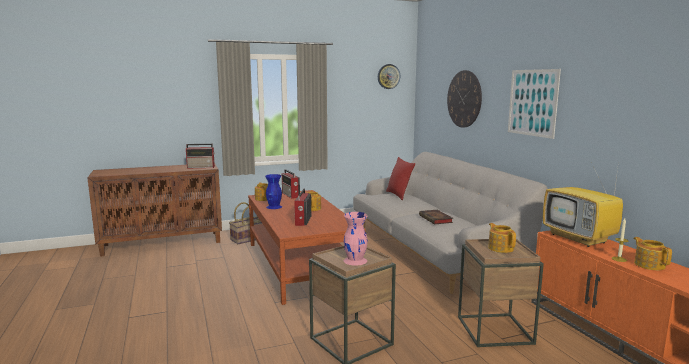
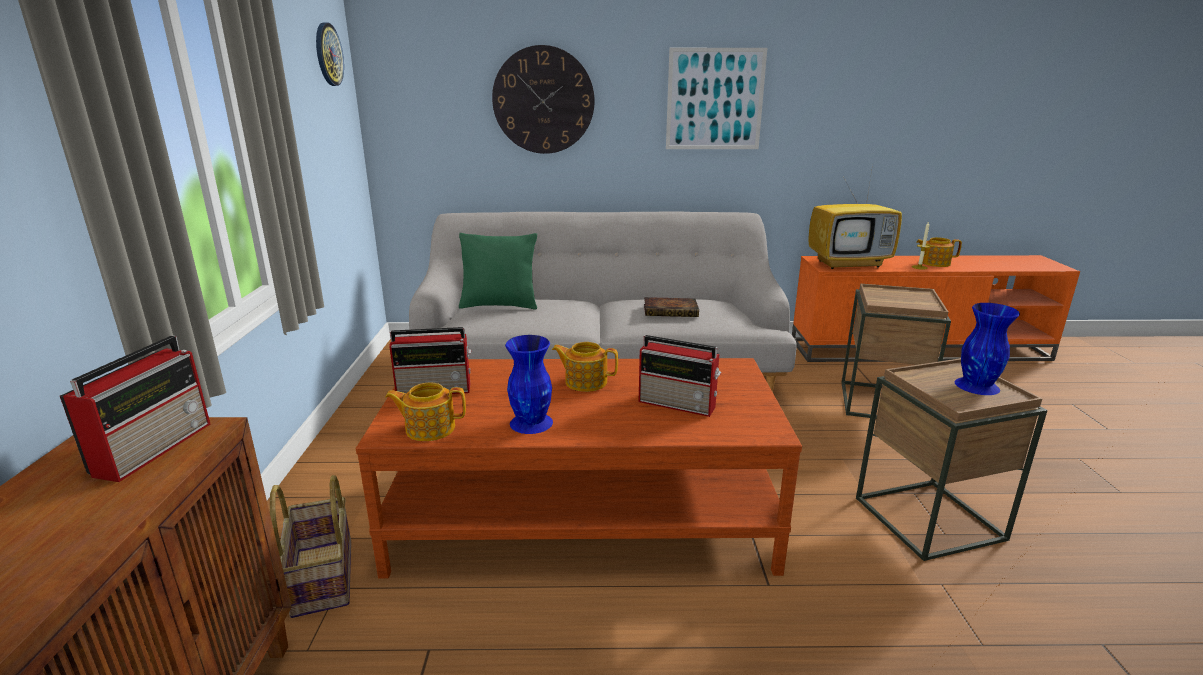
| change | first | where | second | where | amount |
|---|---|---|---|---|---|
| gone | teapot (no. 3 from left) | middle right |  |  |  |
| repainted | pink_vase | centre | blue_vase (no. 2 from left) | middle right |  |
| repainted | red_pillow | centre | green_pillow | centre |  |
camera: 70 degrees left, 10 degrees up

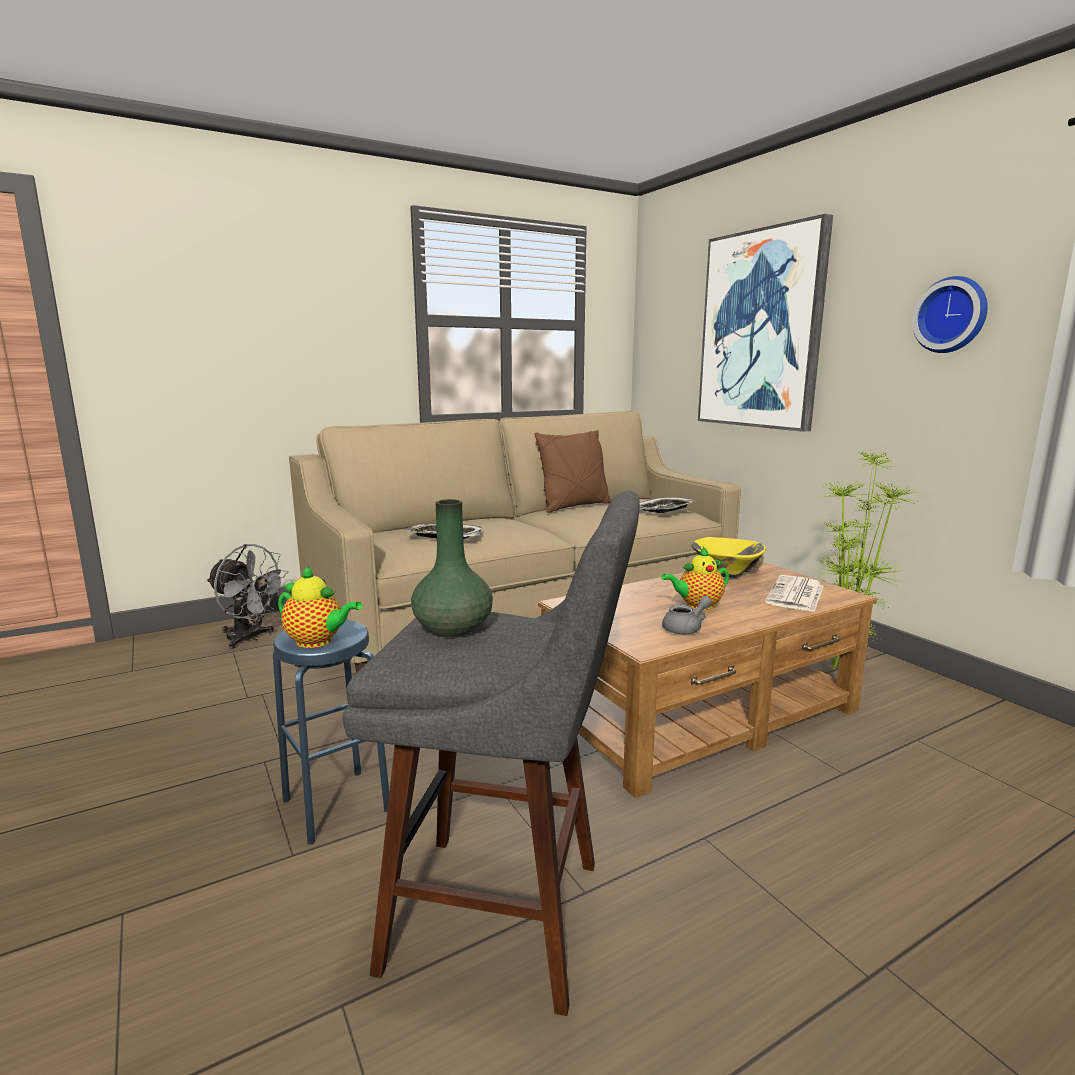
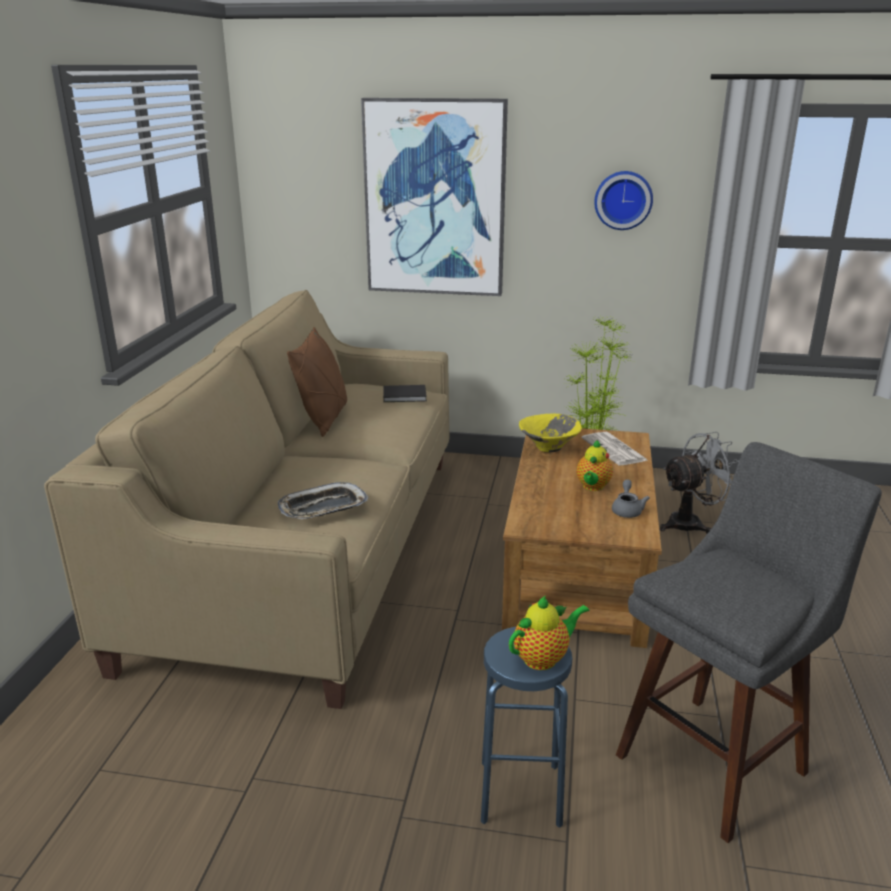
| change | first | where | second | where | amount |
|---|---|---|---|---|---|
| gone | green_vase | centre |  |  |  |
| shifted | grey_fan | middle left |  | middle right |  |
| swapped | tray (no. 2 from left) | centre | black_book | centre |  |
camera: 50 degrees left, 10 degrees up

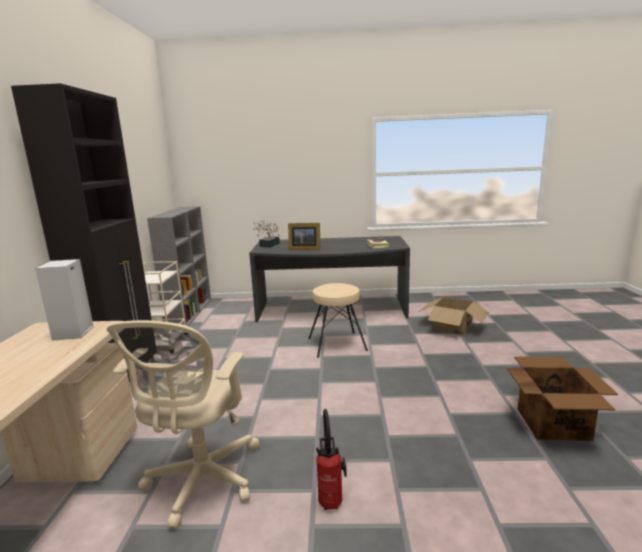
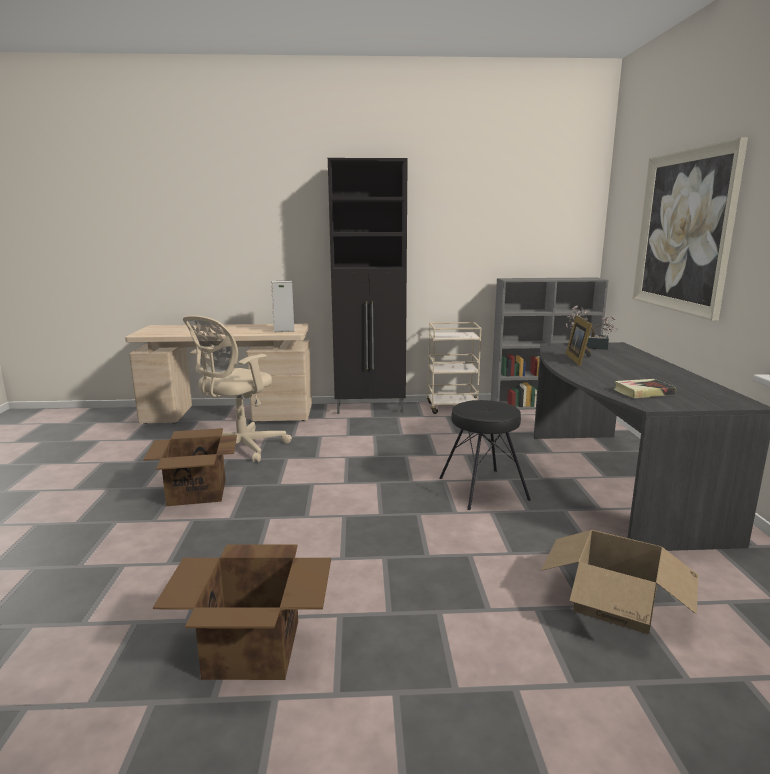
| change | first | where | second | where | amount |
|---|---|---|---|---|---|
| new |  |  | picture | top right |  |
| swapped | fire_extinguisher | bottom centre | cardboard_box (no. 1 from left) | middle left |  |
| repainted | beige_stool | centre | black_stool | centre |  |
| rotated | beige_office_chair | bottom left |  | middle left | 60 degrees counterclockwise |
camera: 85 degrees right, 0 degrees up

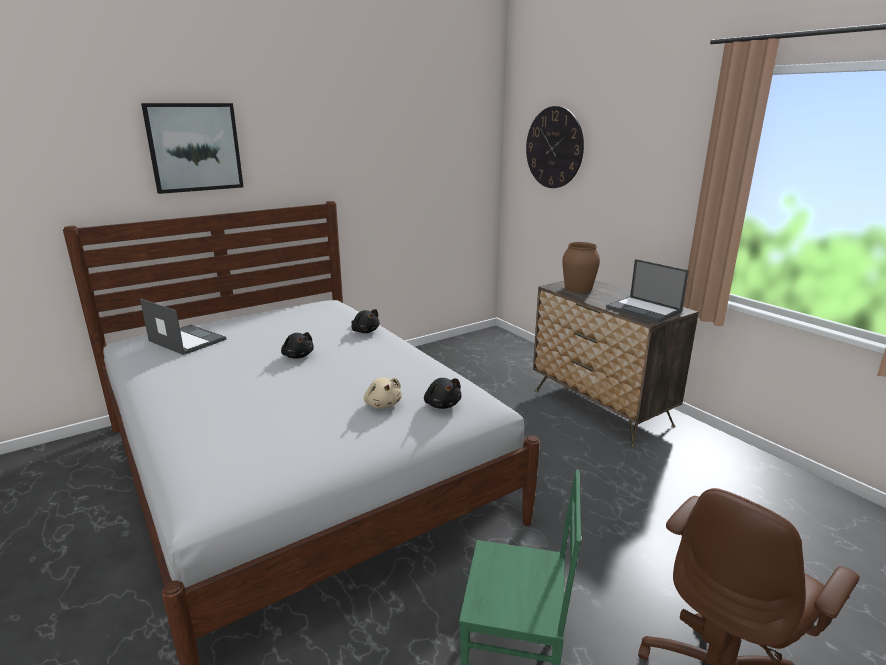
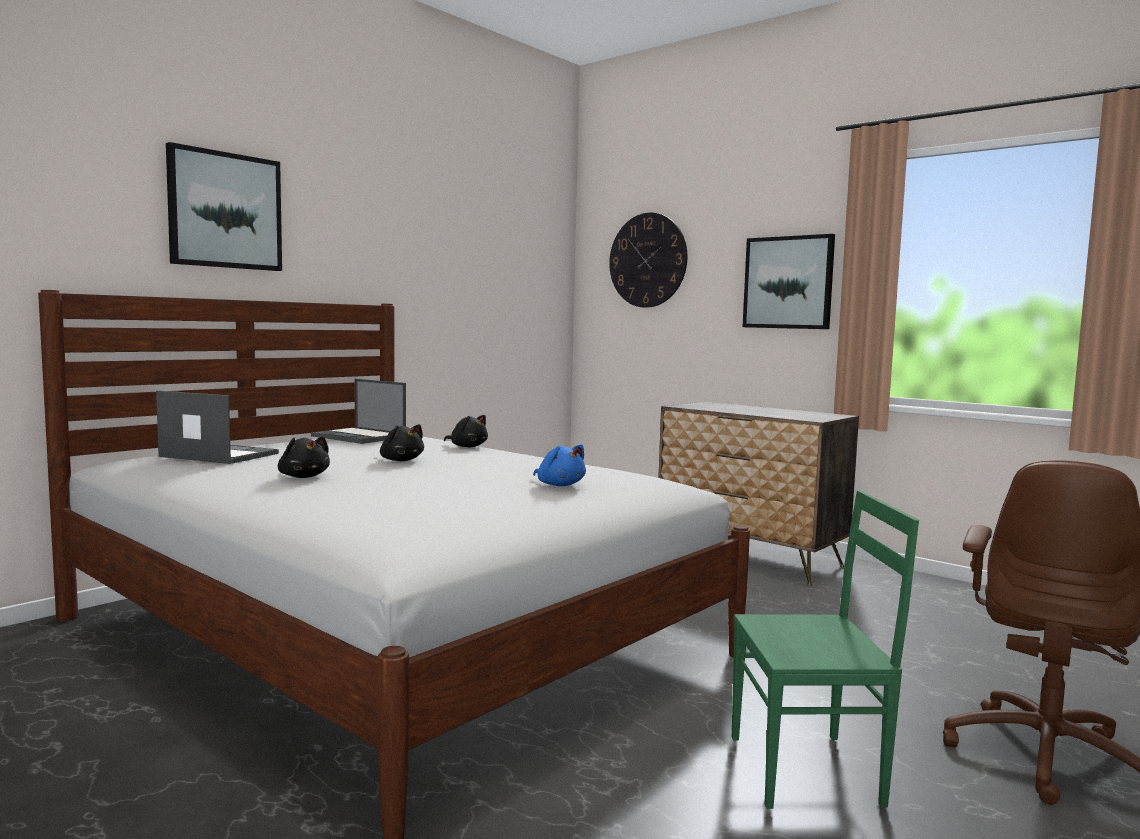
| change | first | where | second | where | amount |
|---|---|---|---|---|---|
| gone | brown_vase | centre |  |  |  |
| new |  |  | picture (no. 2 from left) | middle right |  |
| shifted | black_plush_toy (no. 3 from left in the first image) | centre | black_plush_toy (no. 1 from left) | middle left |  |
| shifted | laptop (no. 2 from left) | middle right |  | middle left |  |
| repainted | beige_plush_toy | centre | blue_plush_toy | centre |  |
camera: 15 degrees left, 15 degrees down

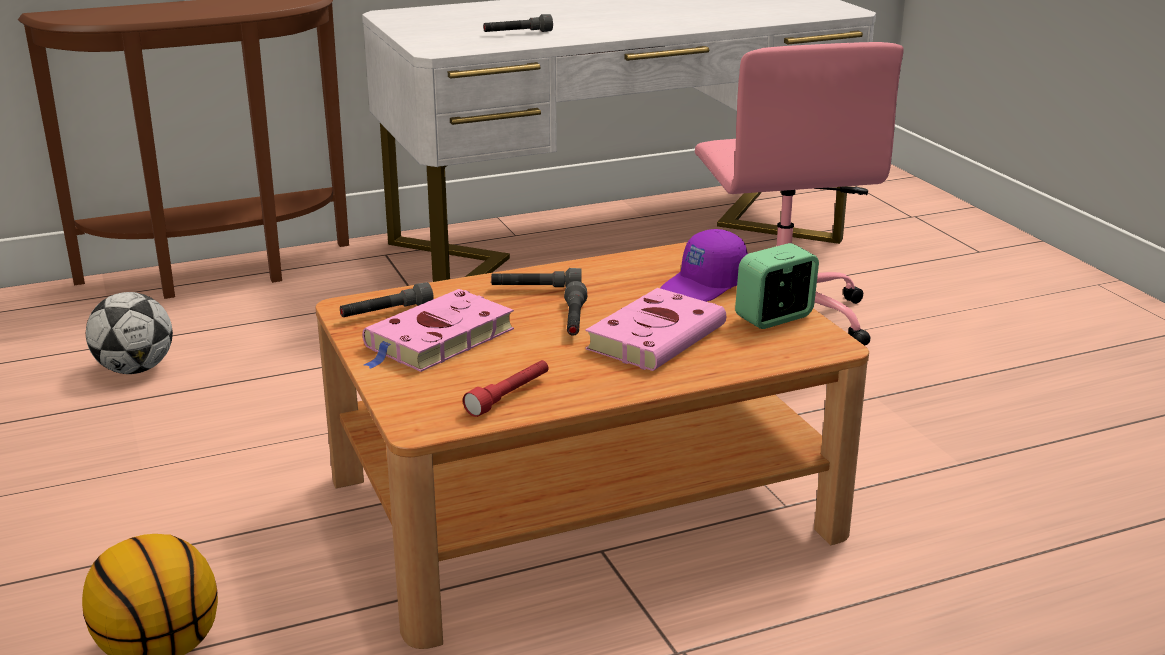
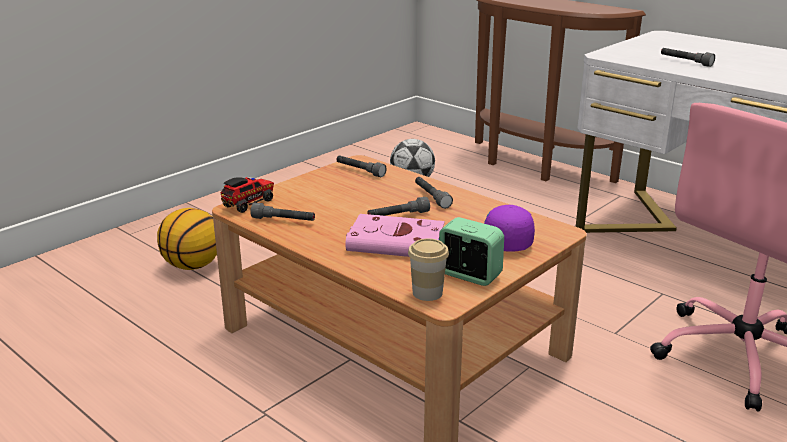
| change | first | where | second | where | amount |
|---|---|---|---|---|---|
| gone | pink_book (no. 1 from left) | centre |  |  |  |
| new |  |  | toy_truck | middle left |  |
| new |  |  | cup | centre |  |
| repainted | red_flashlight | centre | grey_flashlight (no. 1 from left) | centre |  |
camera: 65 degrees right, 0 degrees up

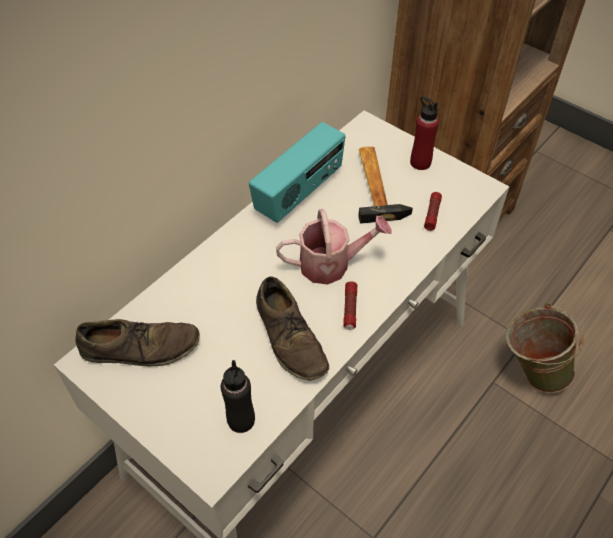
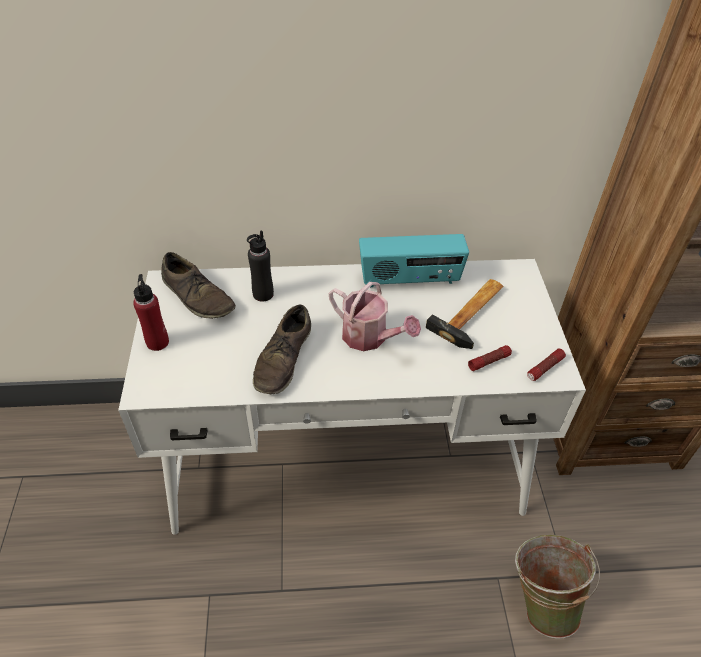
| change | first | where | second | where | amount |
|---|---|---|---|---|---|
| shifted | black_bottle | bottom centre |  | centre |  |
| shifted | flashlight (no. 1 from left in the first image) | centre | flashlight (no. 2 from left) | middle right |  |
| shifted | red_bottle | top right |  | middle left |  |
camera: 45 degrees right, 5 degrees down

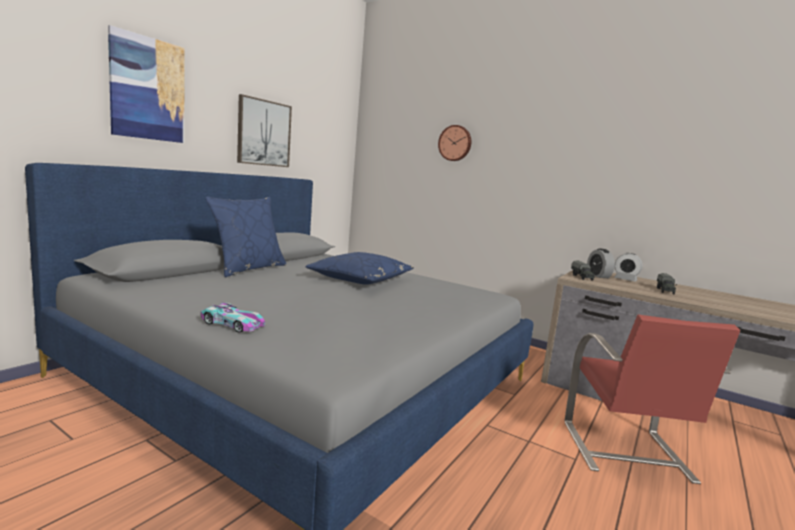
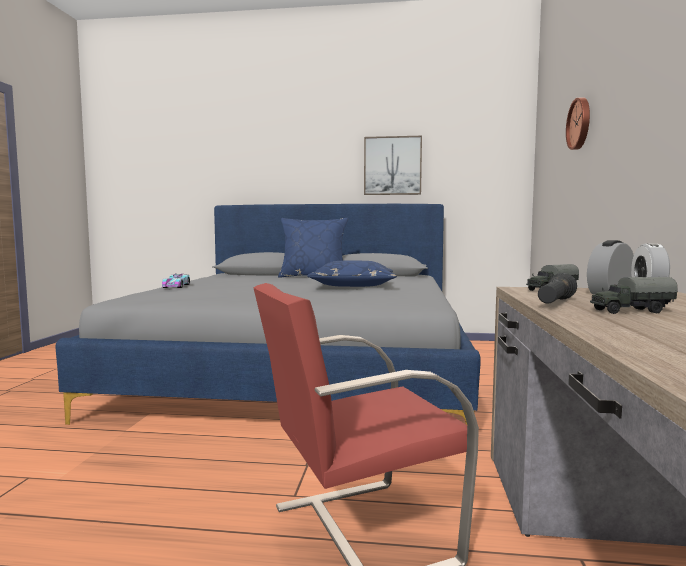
| change | first | where | second | where | amount |
|---|---|---|---|---|---|
| gone | picture (no. 1 from left) | top left |  |  |  |
| new |  |  | black_flashlight | middle right |  |
camera: 65 degrees right, 5 degrees down

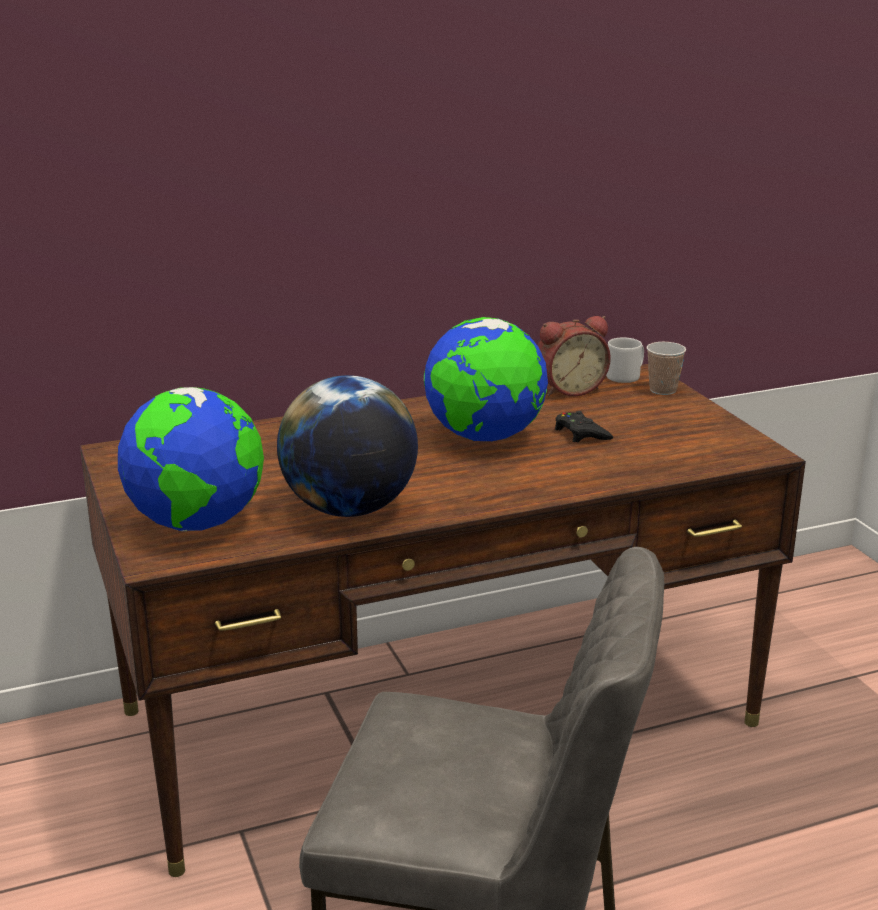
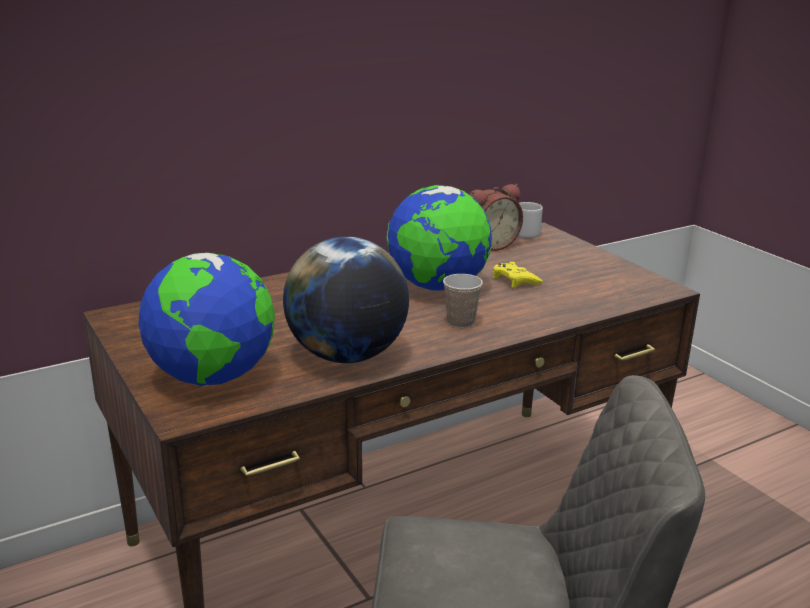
| change | first | where | second | where | amount |
|---|---|---|---|---|---|
| shifted | cup | middle right |  | centre |  |
| repainted | black_game_controller | centre | yellow_game_controller | centre |  |
camera: 10 degrees left, 0 degrees up

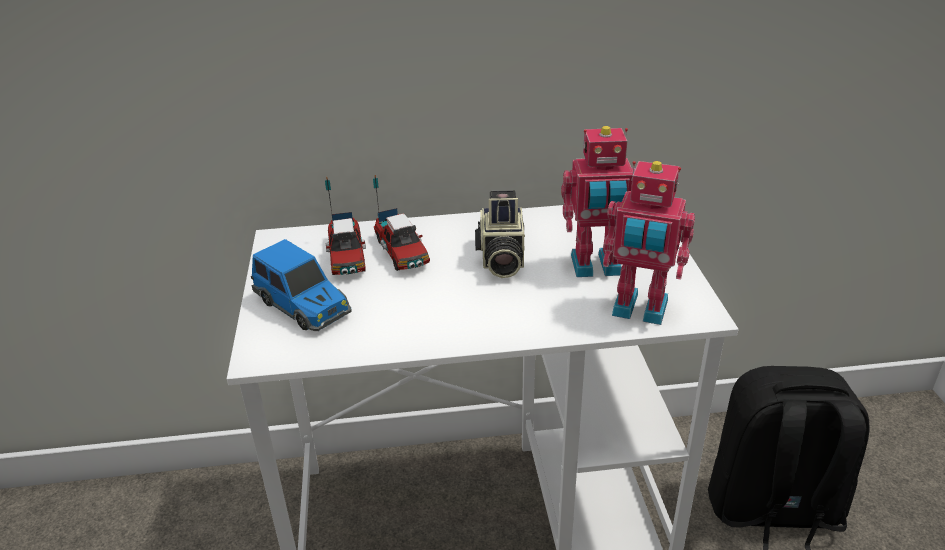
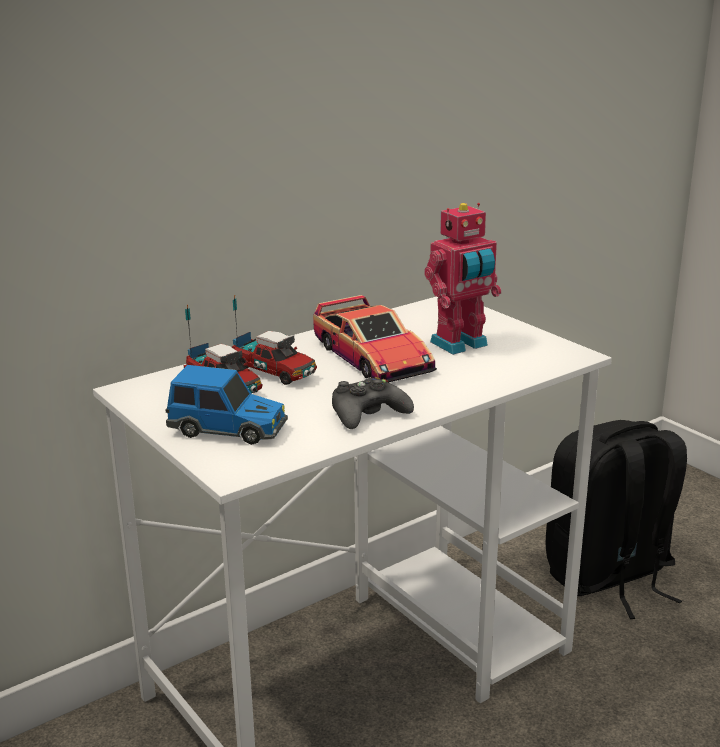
| change | first | where | second | where | amount |
|---|---|---|---|---|---|
| gone | toy_robot (no. 2 from left) | middle right |  |  |  |
| new |  |  | black_game_controller | centre |  |
| swapped | photo_camera | centre | toy_car (no. 2 from left) | centre |  |
camera: 30 degrees left, 10 degrees down

